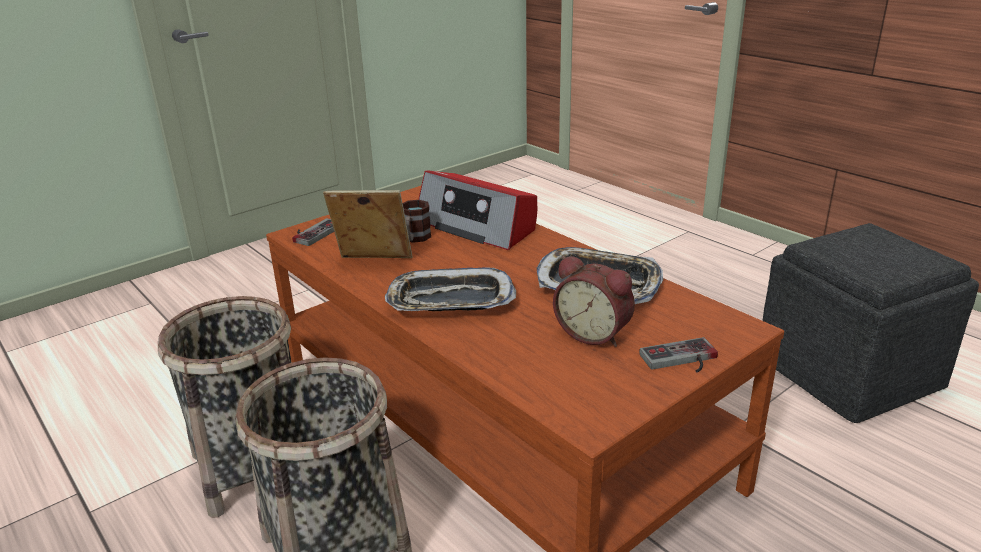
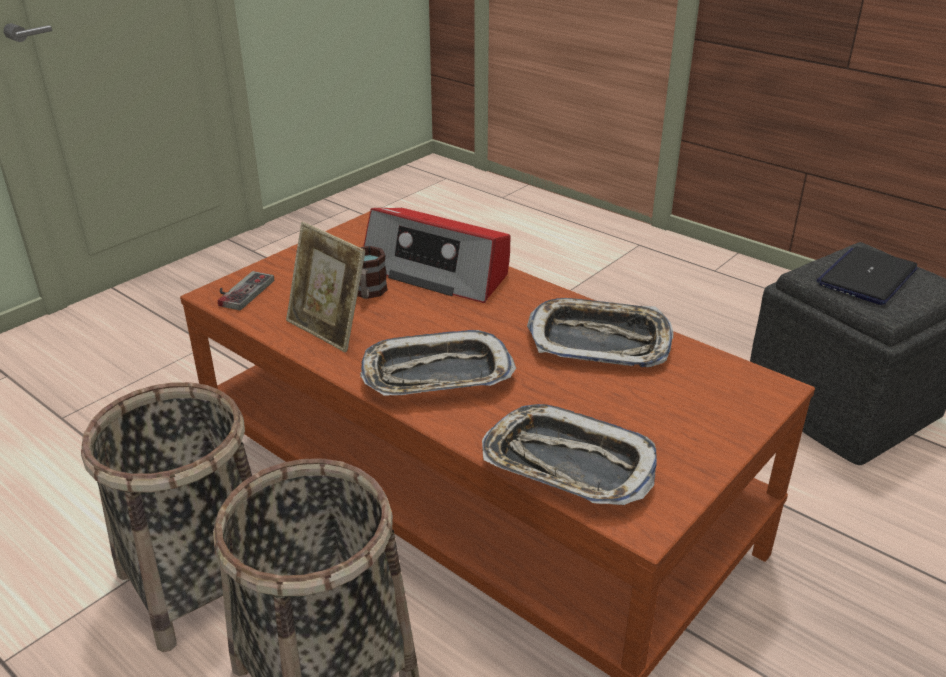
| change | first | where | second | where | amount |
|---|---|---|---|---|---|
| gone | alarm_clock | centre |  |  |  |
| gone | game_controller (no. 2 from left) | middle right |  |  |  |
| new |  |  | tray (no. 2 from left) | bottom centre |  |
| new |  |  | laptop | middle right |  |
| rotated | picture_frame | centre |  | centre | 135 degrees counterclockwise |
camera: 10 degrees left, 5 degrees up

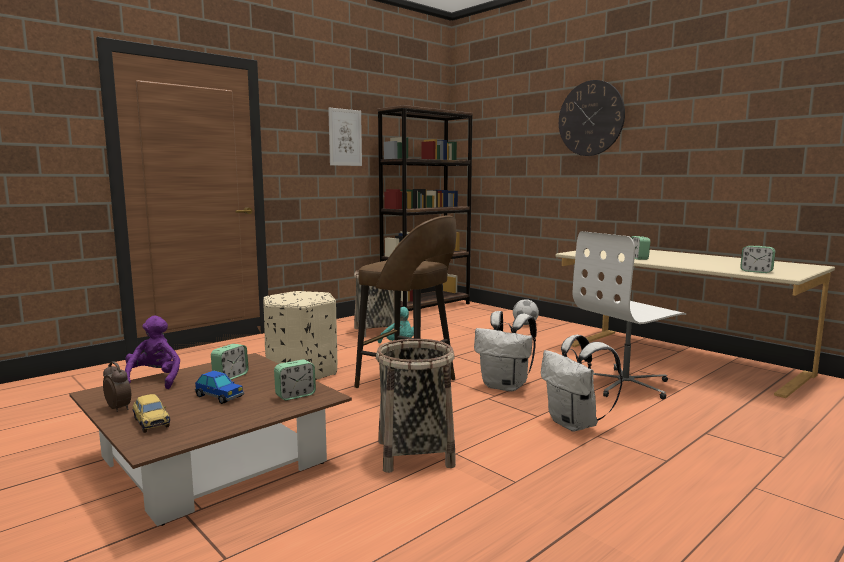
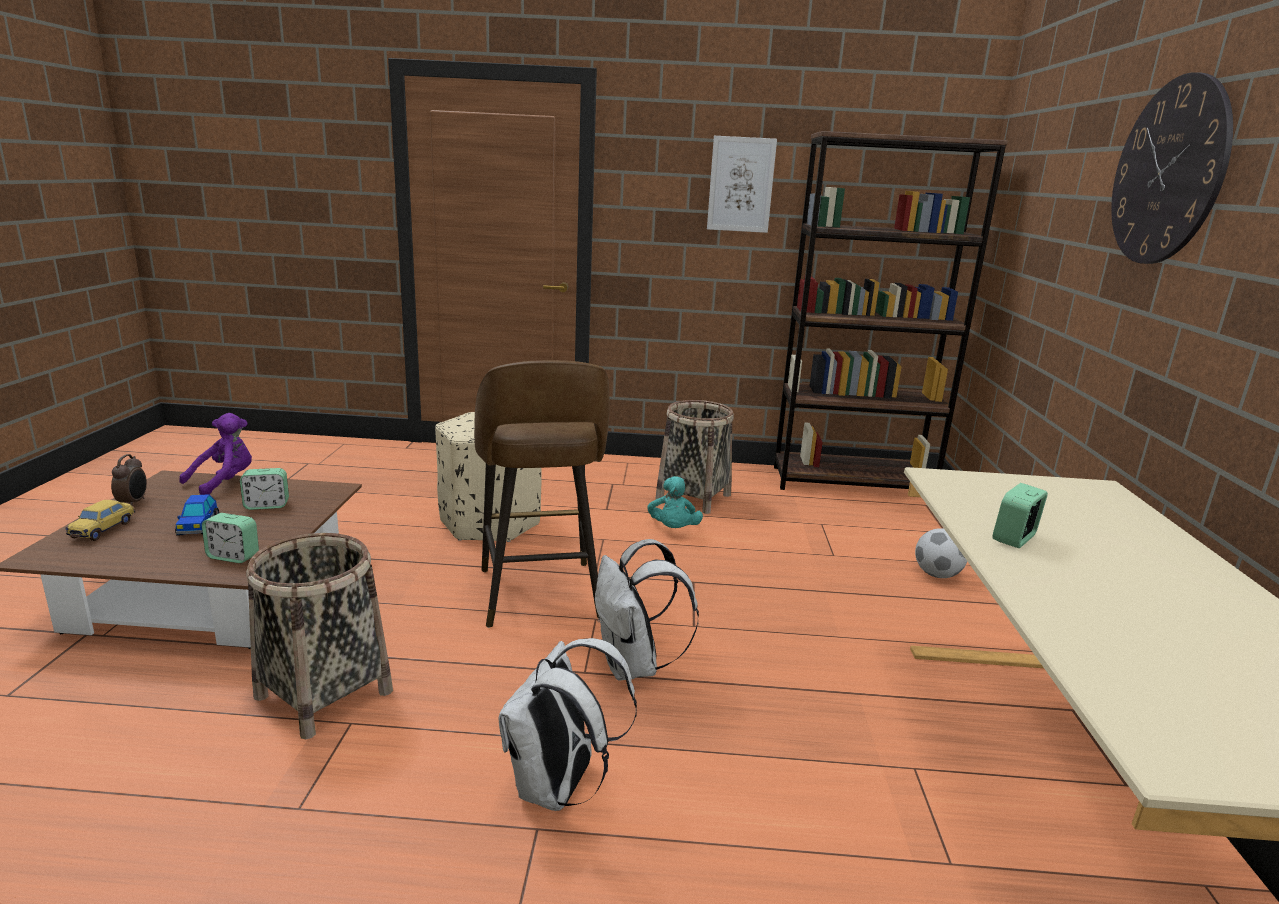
| change | first | where | second | where | amount |
|---|---|---|---|---|---|
| gone | white_office_chair | middle right |  |  |  |
| gone | alarm_clock (no. 5 from left) | middle right |  |  |  |
camera: 45 degrees right, 10 degrees up

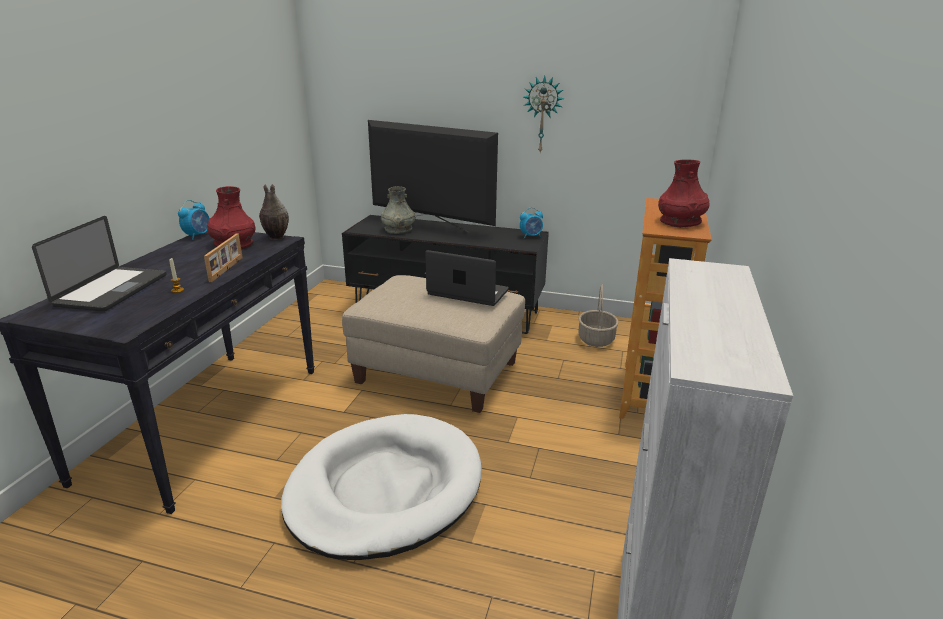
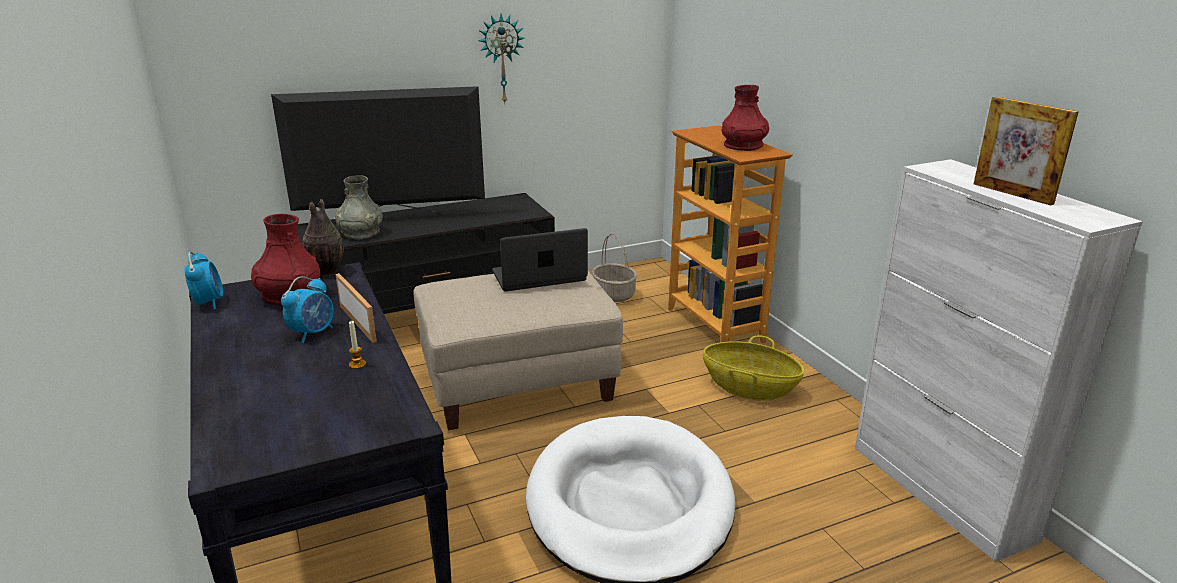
| change | first | where | second | where | amount |
|---|---|---|---|---|---|
| gone | laptop (no. 1 from left) | middle left |  |  |  |
| new |  |  | basket (no. 2 from left) | centre |  |
| new |  |  | picture_frame (no. 2 from left) | top right |  |
| shifted | alarm_clock (no. 2 from left) | centre |  | middle left |  |
camera: 40 degrees left, 0 degrees up

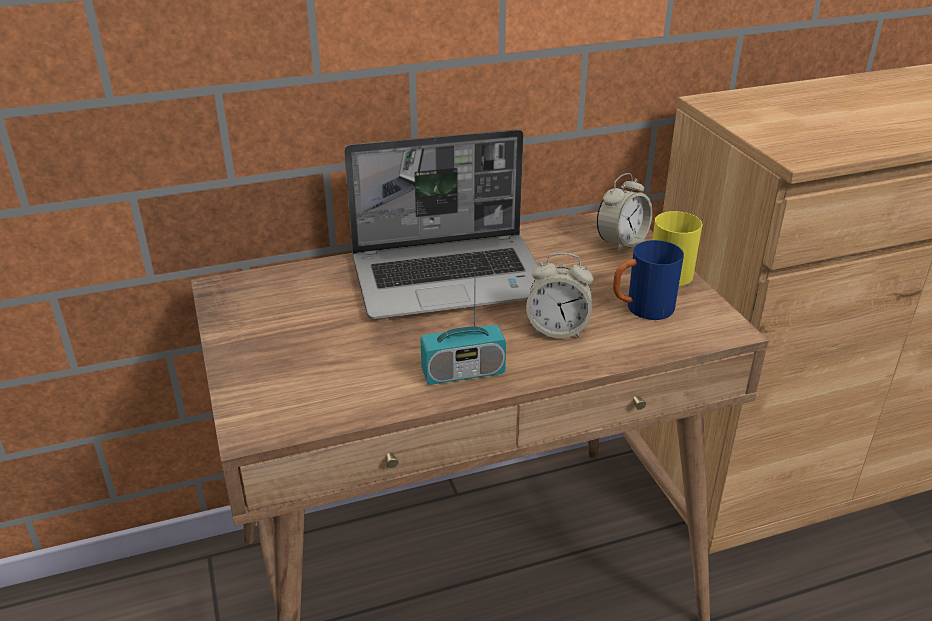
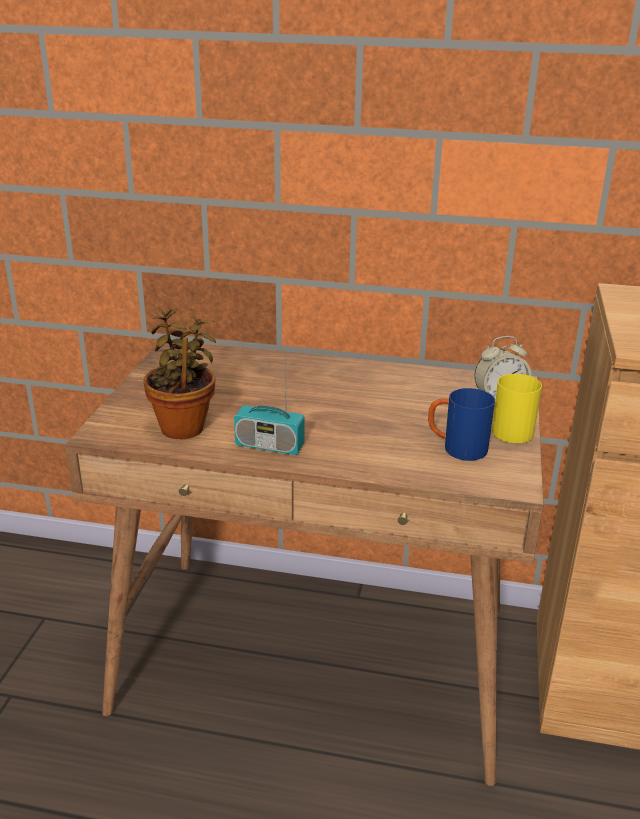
| change | first | where | second | where | amount |
|---|---|---|---|---|---|
| gone | laptop | centre |  |  |  |
| gone | alarm_clock (no. 1 from left) | centre |  |  |  |
| new |  |  | potted_plant | middle left |  |
camera: 30 degrees right, 5 degrees down

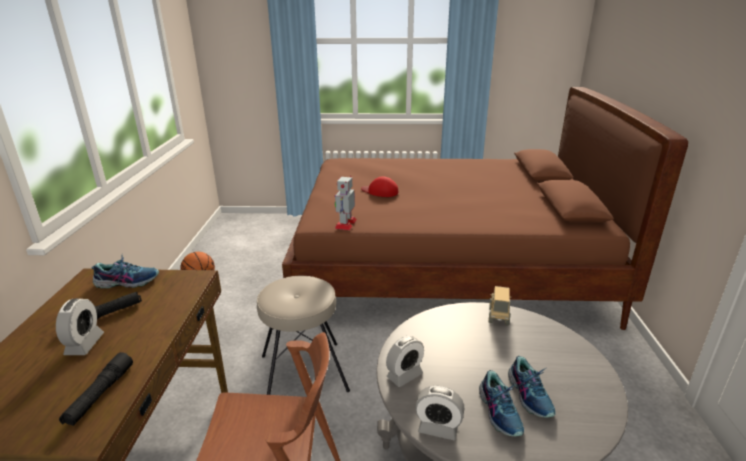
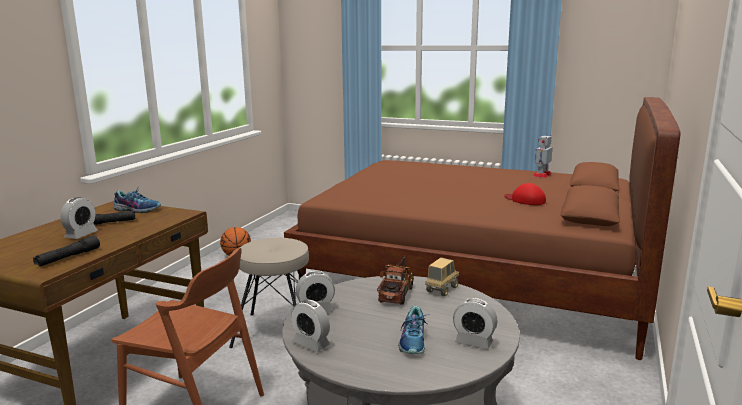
| change | first | where | second | where | amount |
|---|---|---|---|---|---|
| gone | shoe (no. 2 from left) | bottom right |  |  |  |
| new |  |  | toy_truck (no. 1 from left) | bottom centre |  |
| new |  |  | alarm_clock (no. 4 from left) | bottom centre |  |
| shifted | toy_robot | centre |  | middle right |  |
| shifted | red_cap | centre |  | middle right |  |
camera: 20 degrees right, 10 degrees down

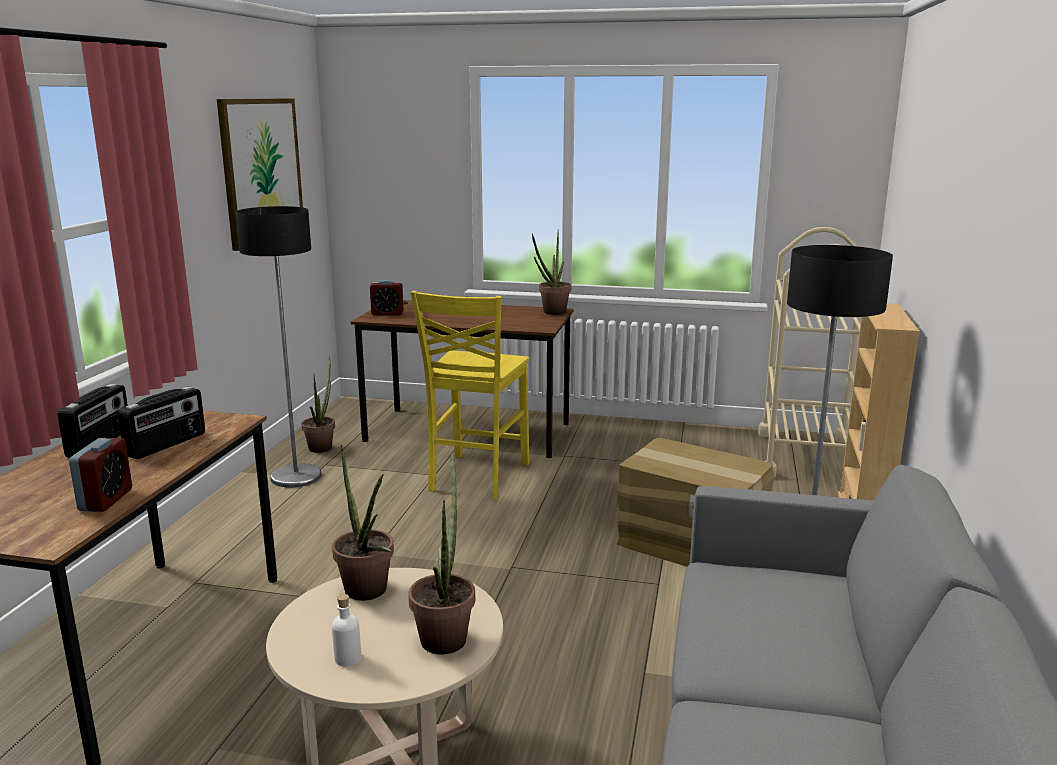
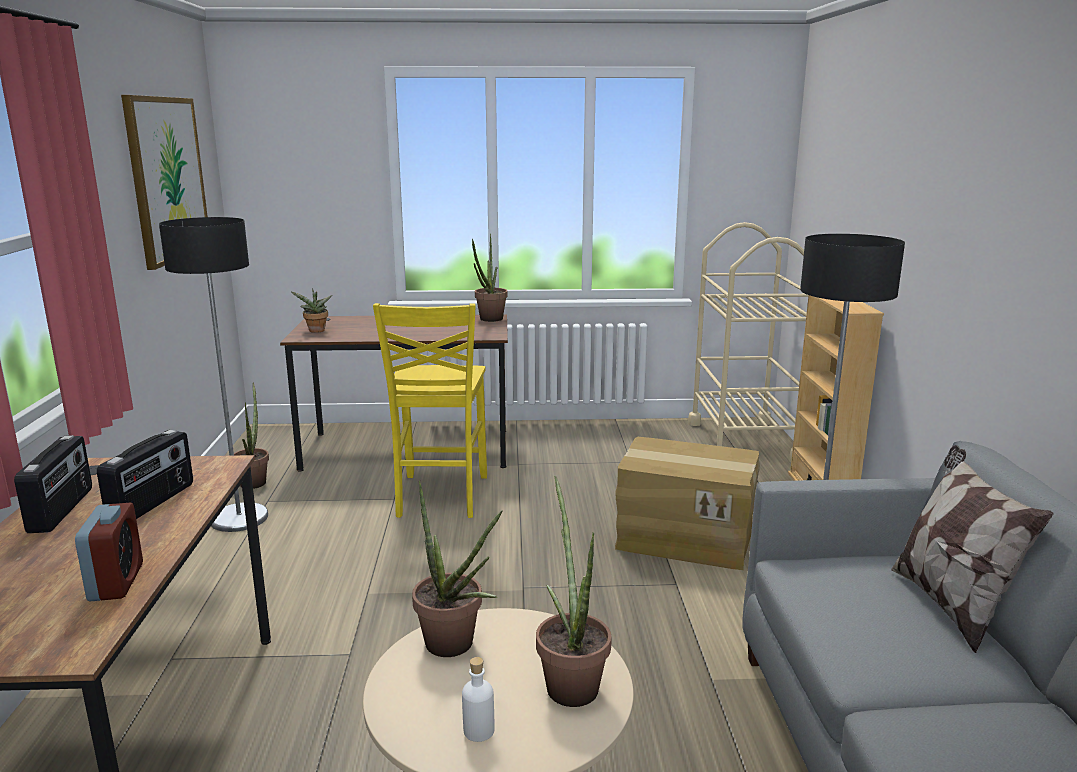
| change | first | where | second | where | amount |
|---|---|---|---|---|---|
| new |  |  | pillow | bottom right |  |
| swapped | alarm_clock (no. 2 from left) | centre | potted_plant (no. 2 from left) | middle left |  |
camera: 15 degrees left, 0 degrees up

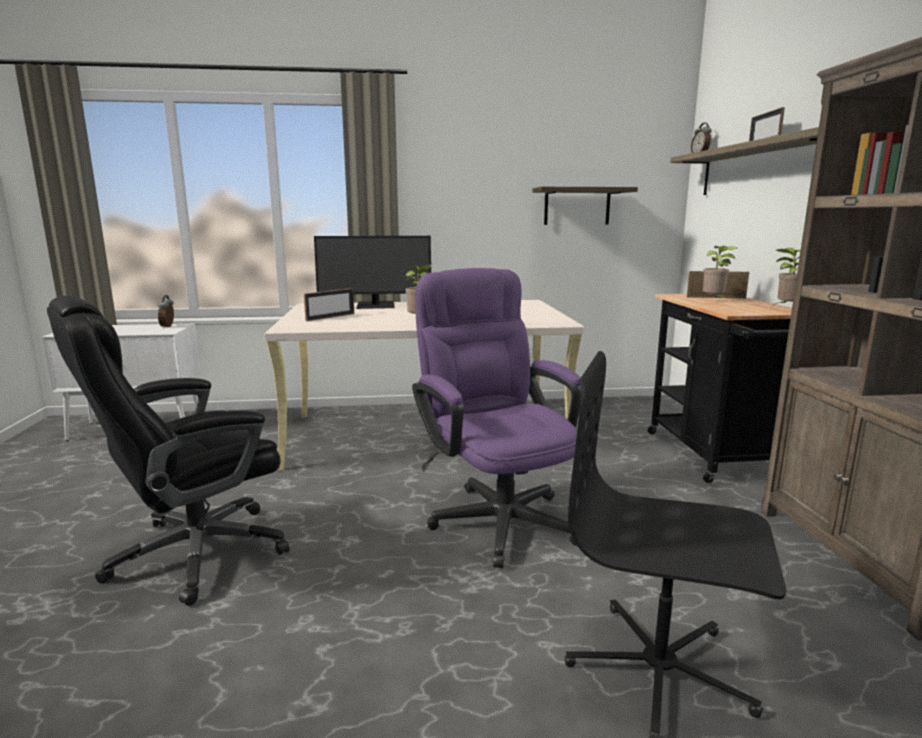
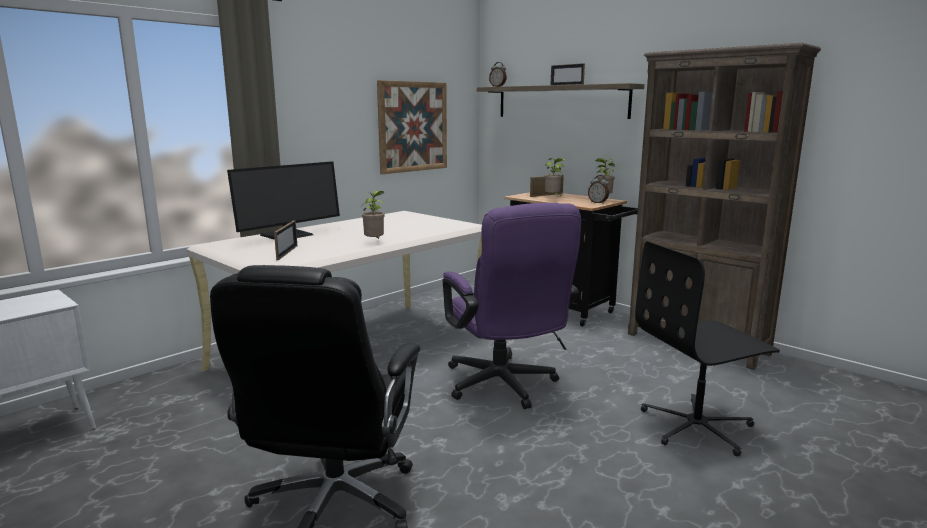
| change | first | where | second | where | amount |
|---|---|---|---|---|---|
| shifted | alarm_clock (no. 1 from left in the first image) | middle left | alarm_clock (no. 2 from left) | centre |  |
| swapped | shelf (no. 1 from left) | top centre | picture | top centre |  |
| rotated | purple_office_chair | centre |  | centre | 135 degrees counterclockwise |
camera: 40 degrees left, 0 degrees up

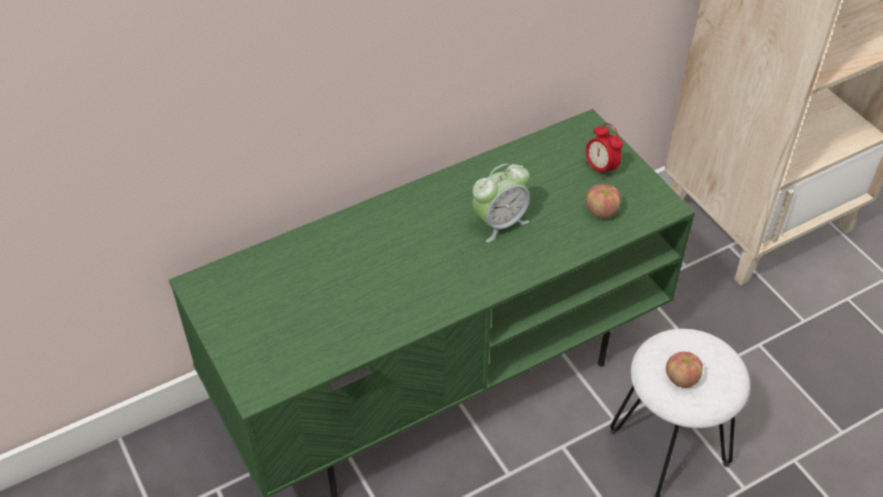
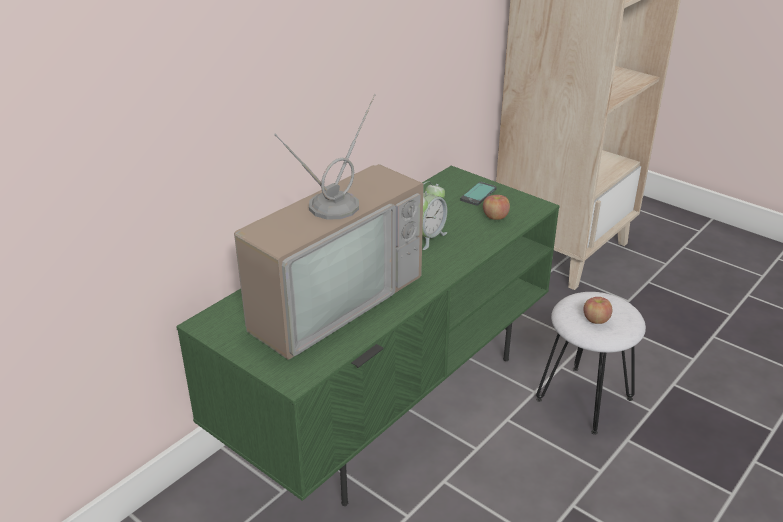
| change | first | where | second | where | amount |
|---|---|---|---|---|---|
| new |  |  | television | centre |  |
| swapped | alarm_clock (no. 2 from left) | top right | phone | centre |  |
camera: 20 degrees left, 15 degrees down

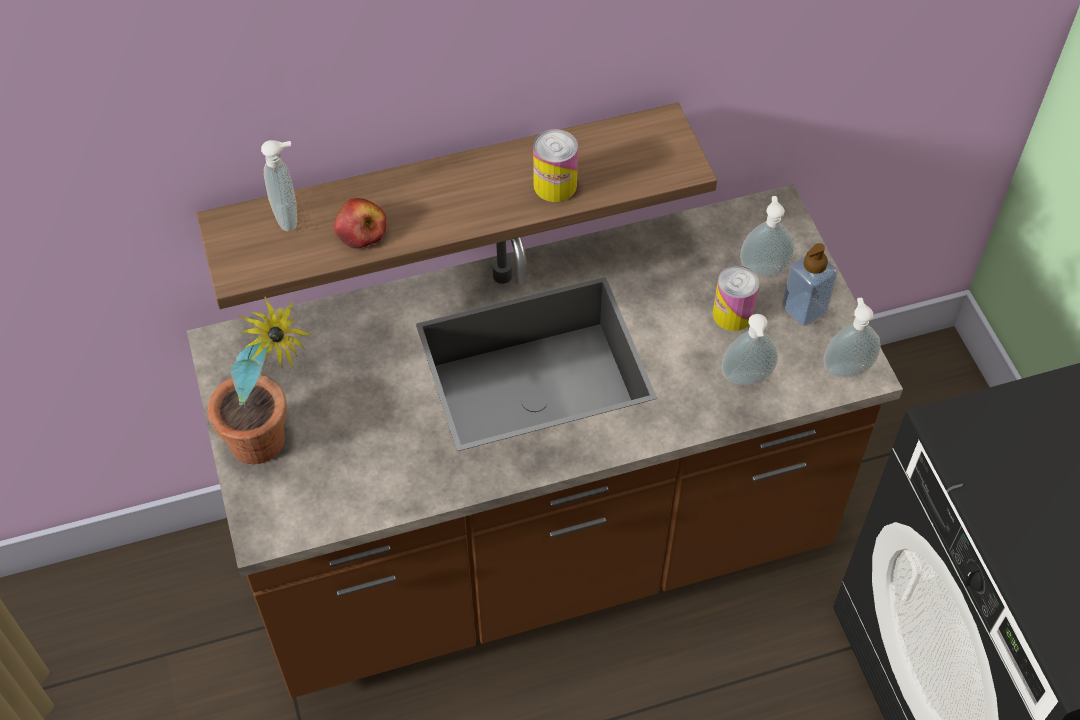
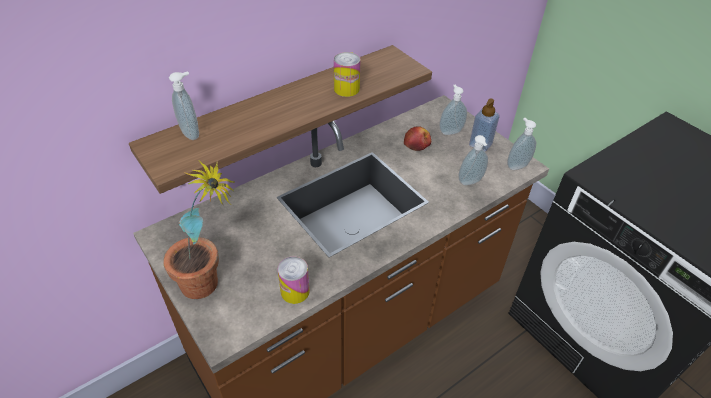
| change | first | where | second | where | amount |
|---|---|---|---|---|---|
| shifted | apple | top centre |  | centre |  |
| shifted | can (no. 2 from left in the first image) | middle right | can (no. 1 from left) | bottom centre |  |
camera: 20 degrees left, 10 degrees down

